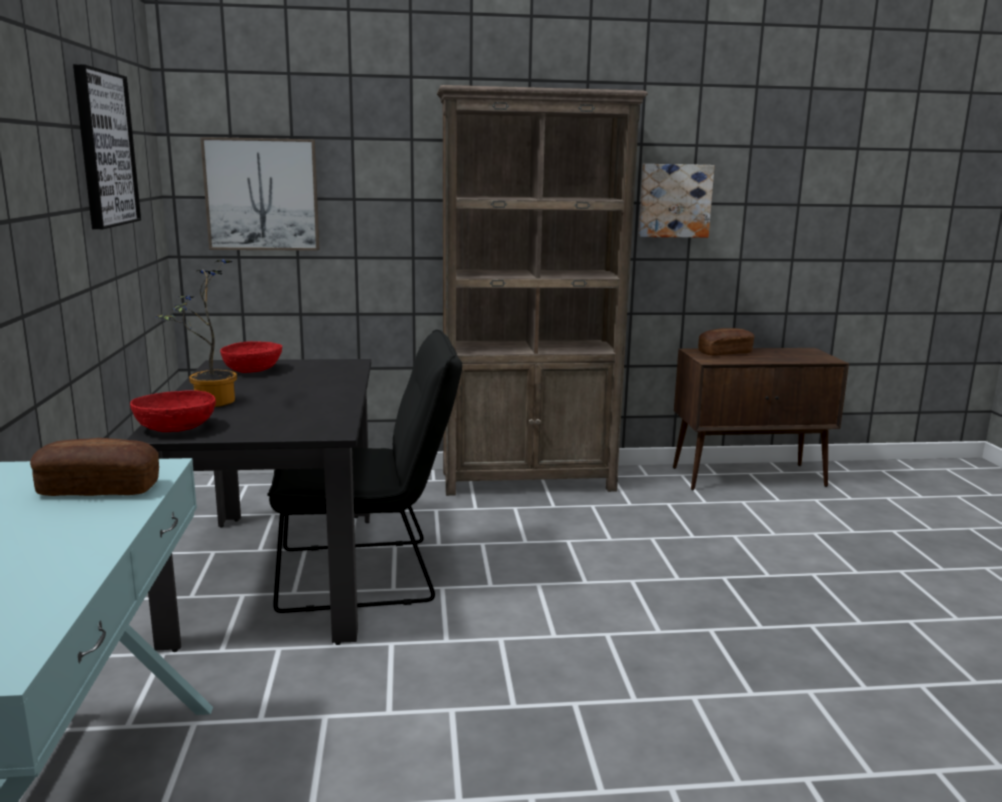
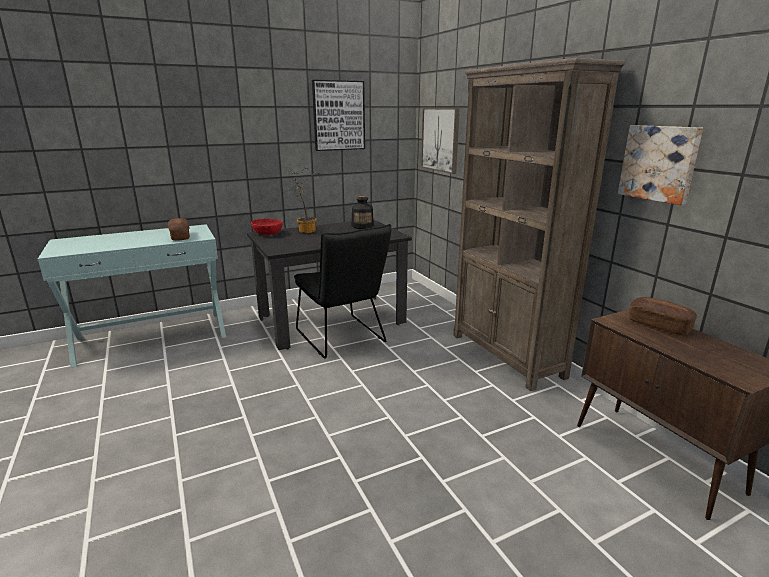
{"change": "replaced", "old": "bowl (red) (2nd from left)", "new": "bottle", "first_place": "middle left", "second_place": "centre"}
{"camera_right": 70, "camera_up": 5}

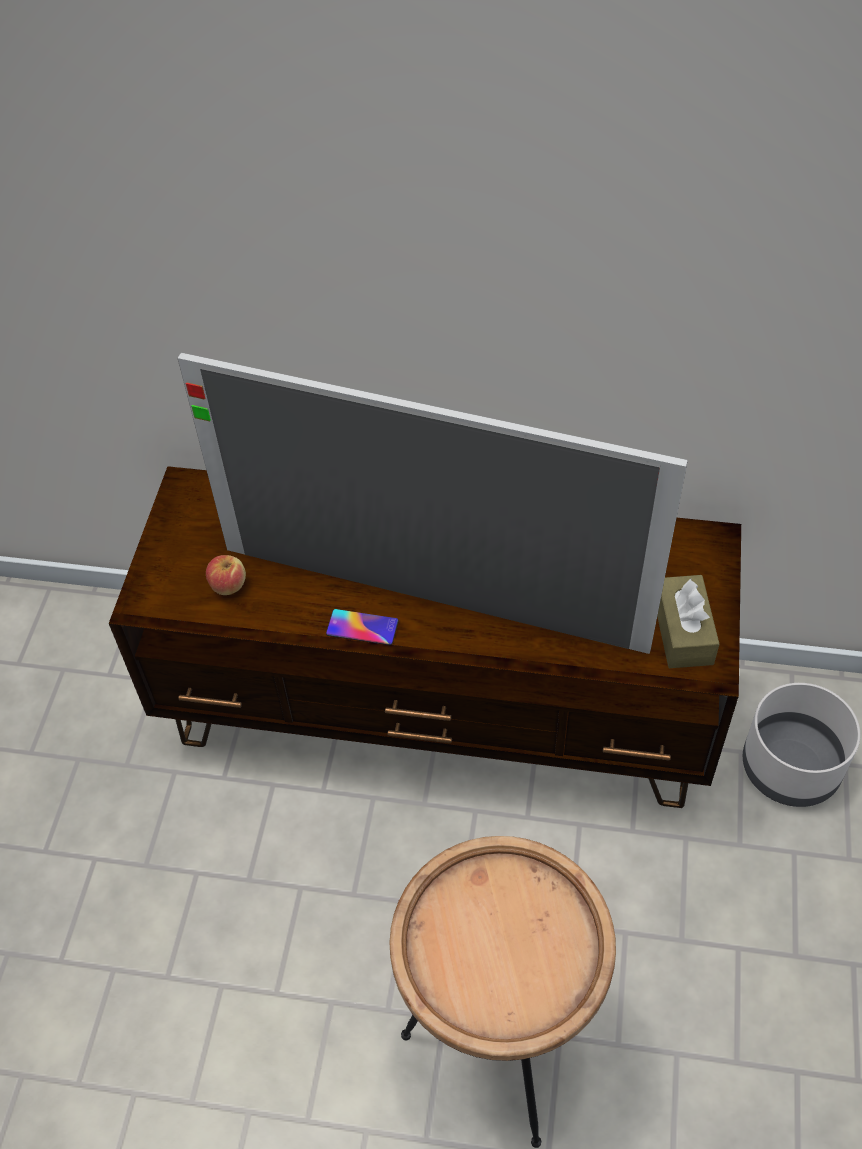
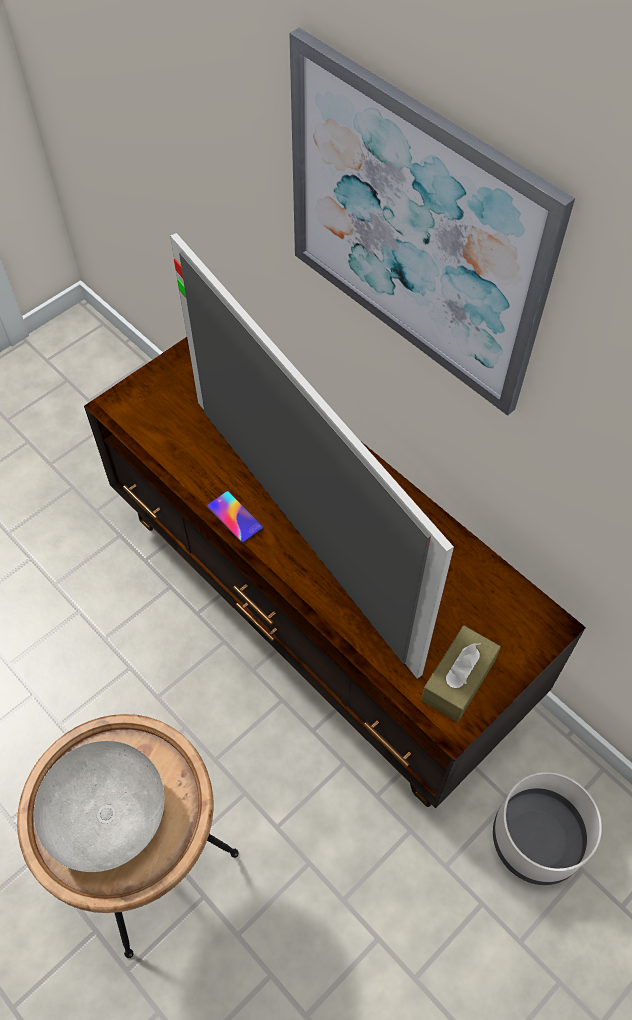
{"change": "removed", "old": "apple", "first_place": "middle left"}
{"change": "added", "new": "bowl (grey)", "second_place": "bottom left"}
{"change": "added", "new": "picture", "second_place": "top right"}
{"camera_right": 35, "camera_up": 5}

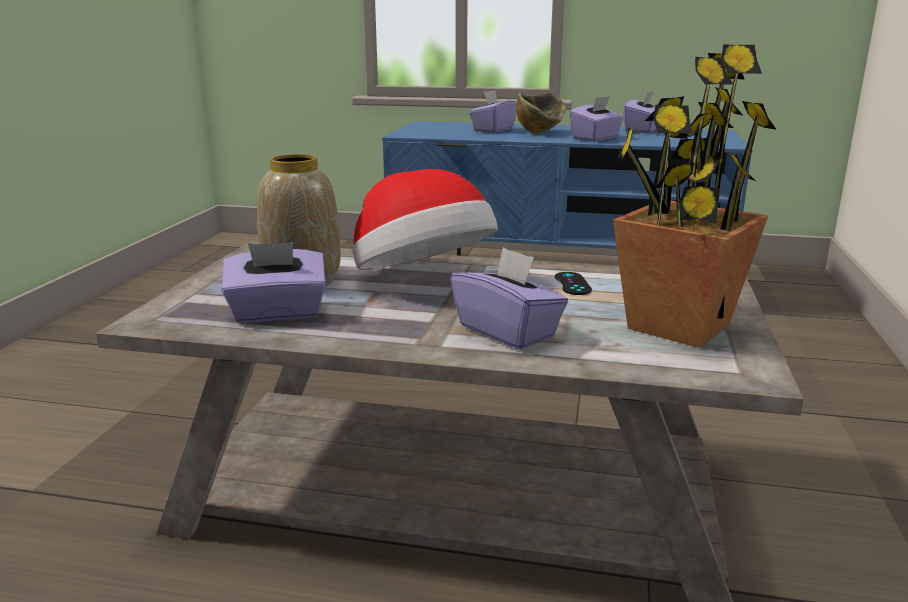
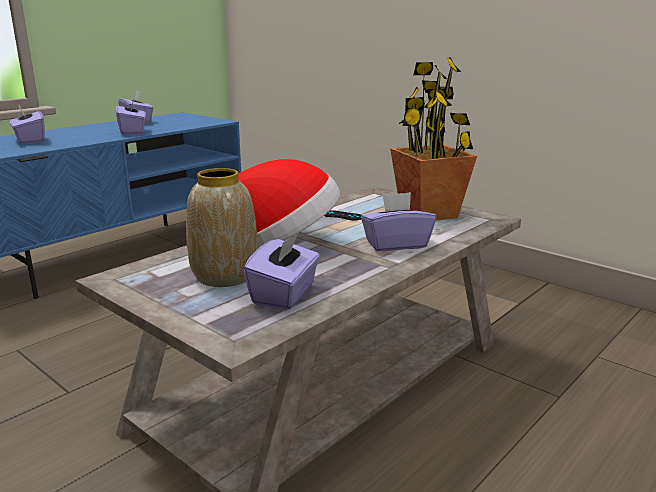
{"change": "removed", "old": "bowl", "first_place": "top centre"}
{"camera_right": -60, "camera_up": 0}

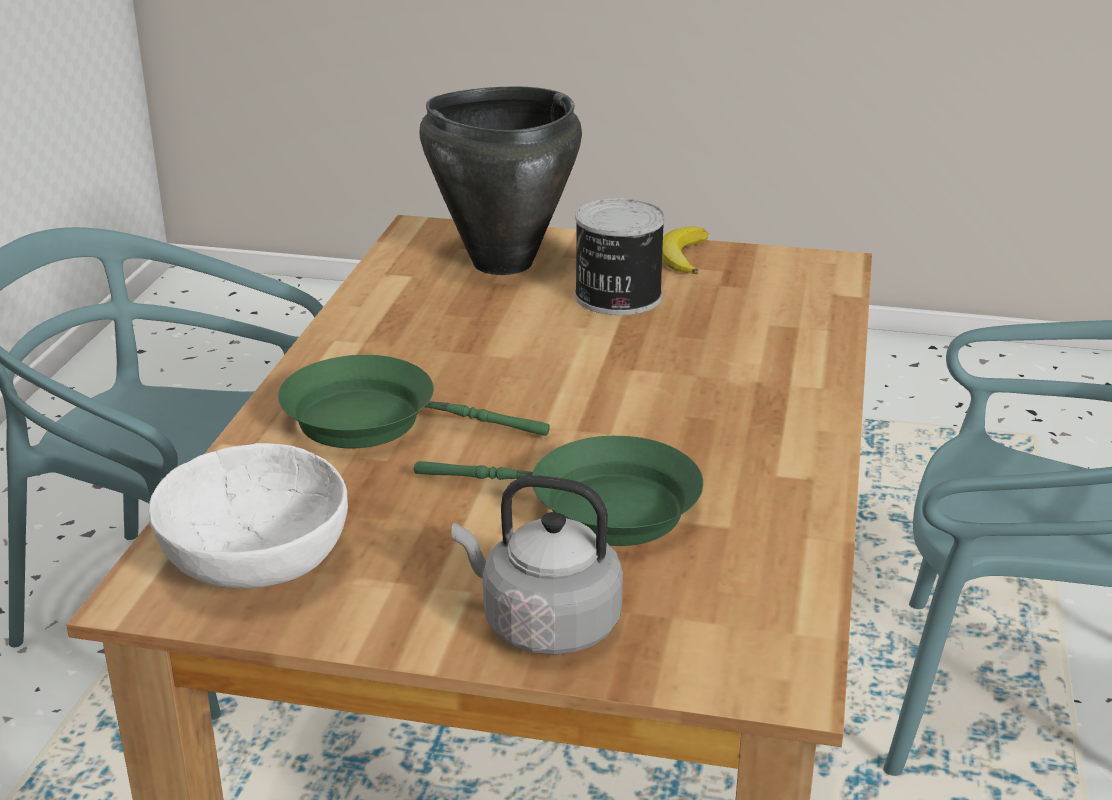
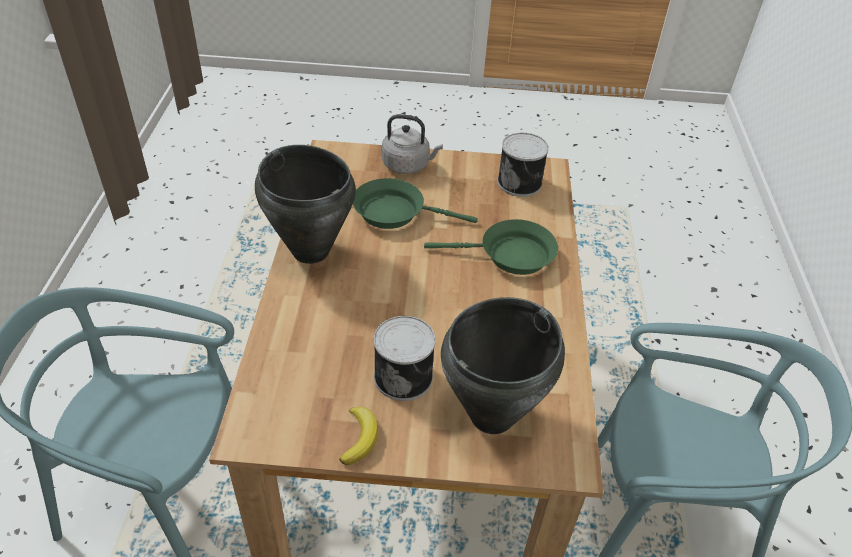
{"change": "replaced", "old": "bowl (white)", "new": "can (2nd from left)", "first_place": "middle left", "second_place": "top centre"}
{"change": "added", "new": "cooking pot (black) (1st from left)", "second_place": "centre"}
{"camera_right": 170, "camera_up": 15}

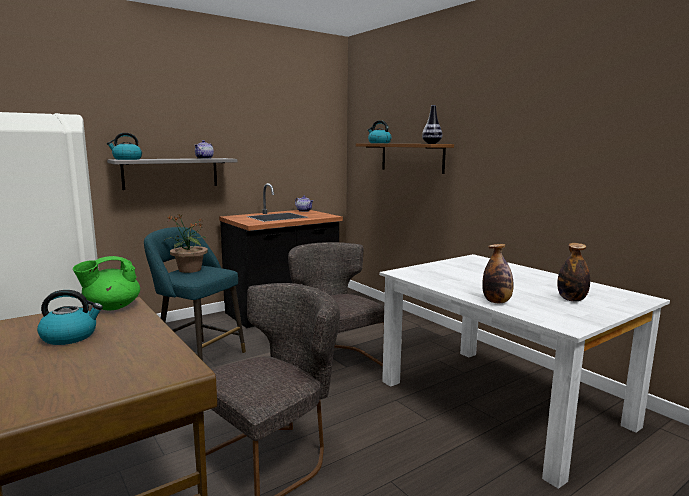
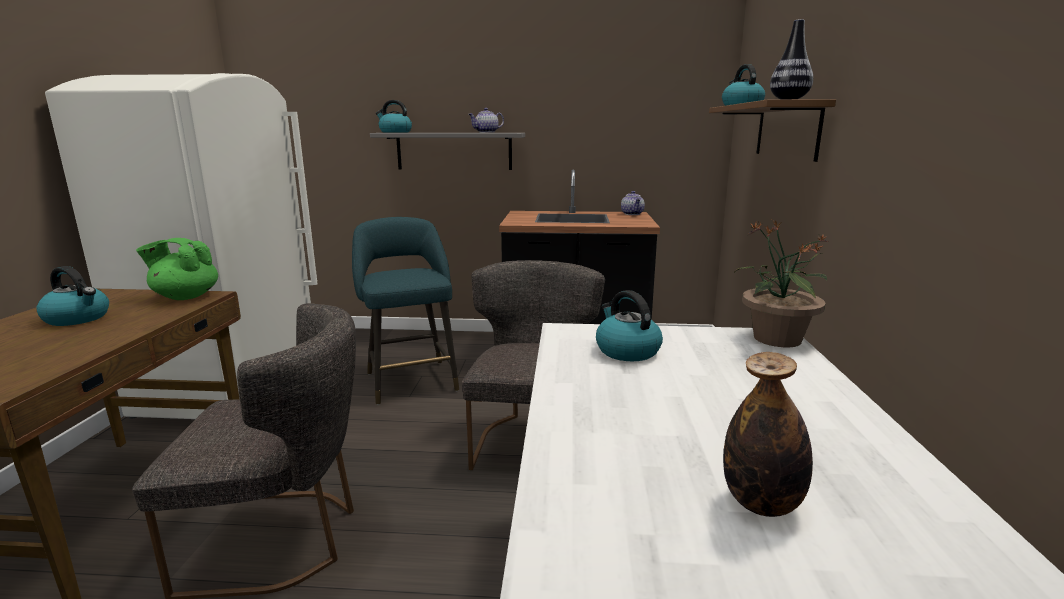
{"change": "moved", "old": "potted plant", "first_place": "middle left", "second_place": "middle right"}
{"change": "removed", "old": "bottle (1st from left)", "first_place": "middle right"}
{"change": "added", "new": "kettle (3rd from left)", "second_place": "centre"}
{"camera_right": 40, "camera_up": 5}

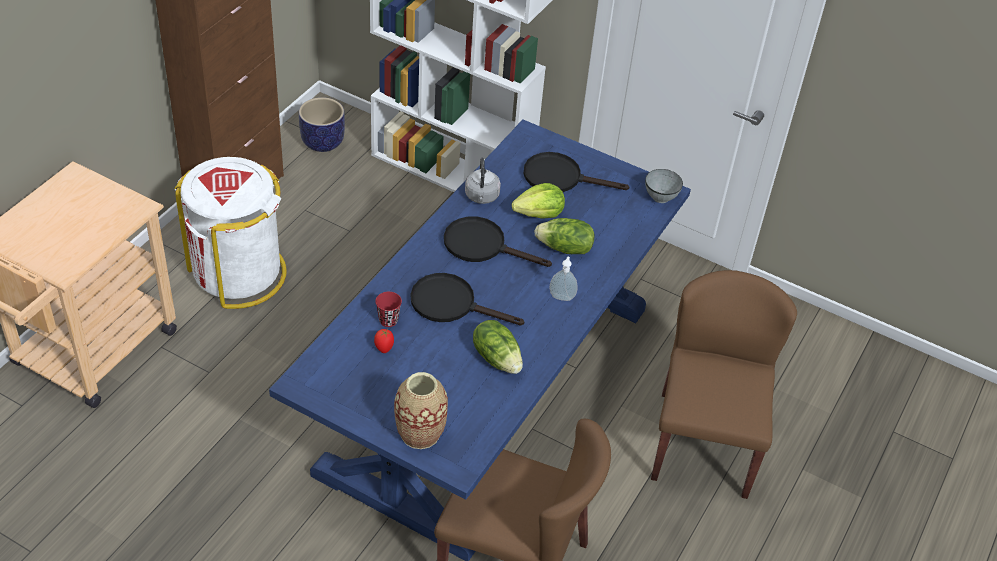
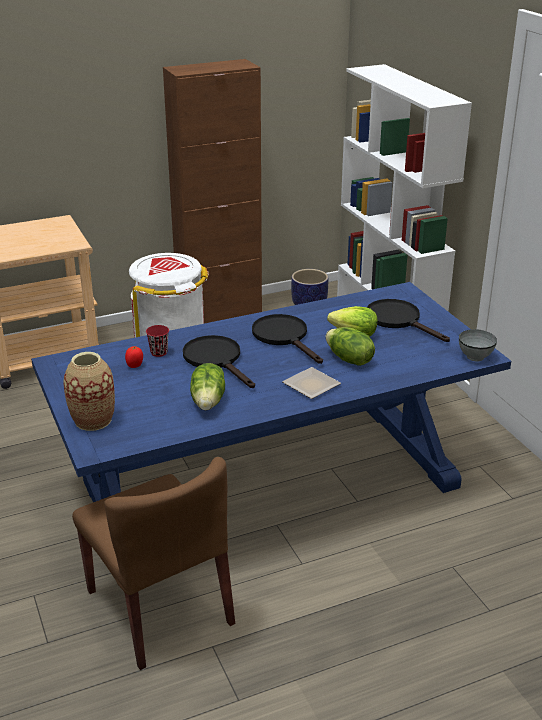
{"change": "removed", "old": "kettle (grey)", "first_place": "top centre"}
{"change": "replaced", "old": "soap dispenser", "new": "plate", "first_place": "centre", "second_place": "centre"}
{"change": "removed", "old": "chair (brown) (2nd from left)", "first_place": "bottom right"}
{"camera_right": 40, "camera_up": -15}

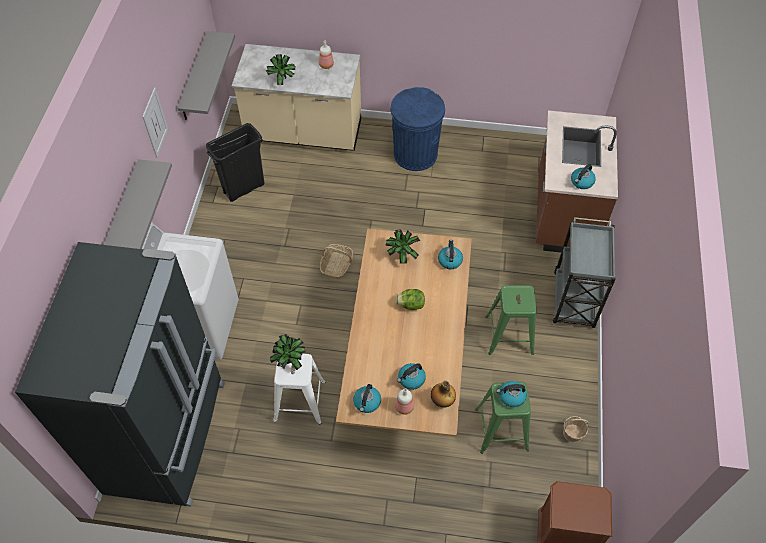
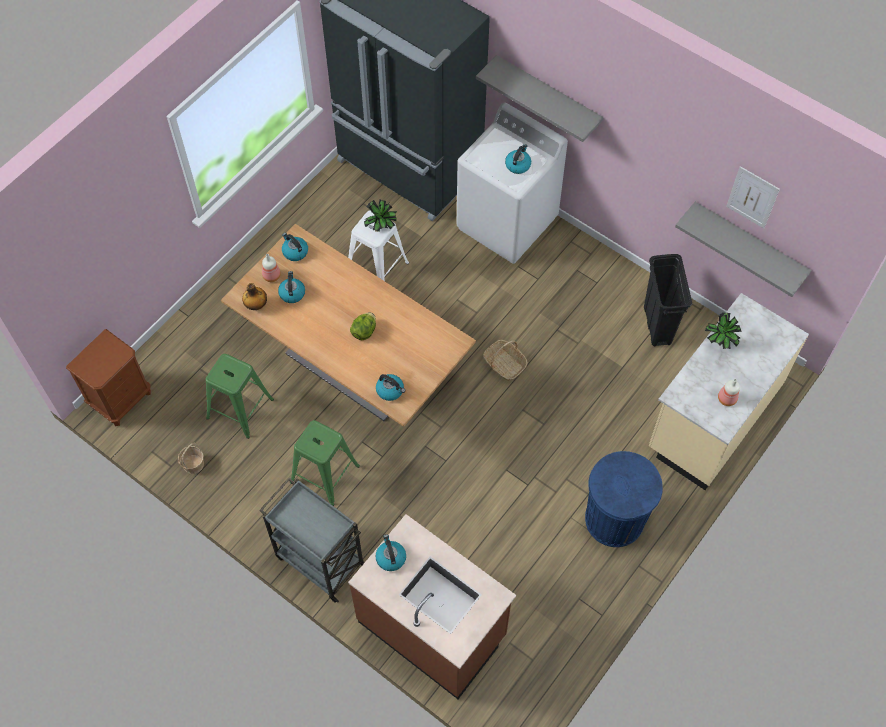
{"change": "moved", "old": "picture", "first_place": "top left", "second_place": "top right"}
{"change": "removed", "old": "potted plant (3rd from left)", "first_place": "centre"}
{"change": "moved", "old": "kettle (4th from left in the first image)", "new": "kettle (5th from left)", "first_place": "bottom right", "second_place": "top centre"}
{"camera_right": 120, "camera_up": 5}

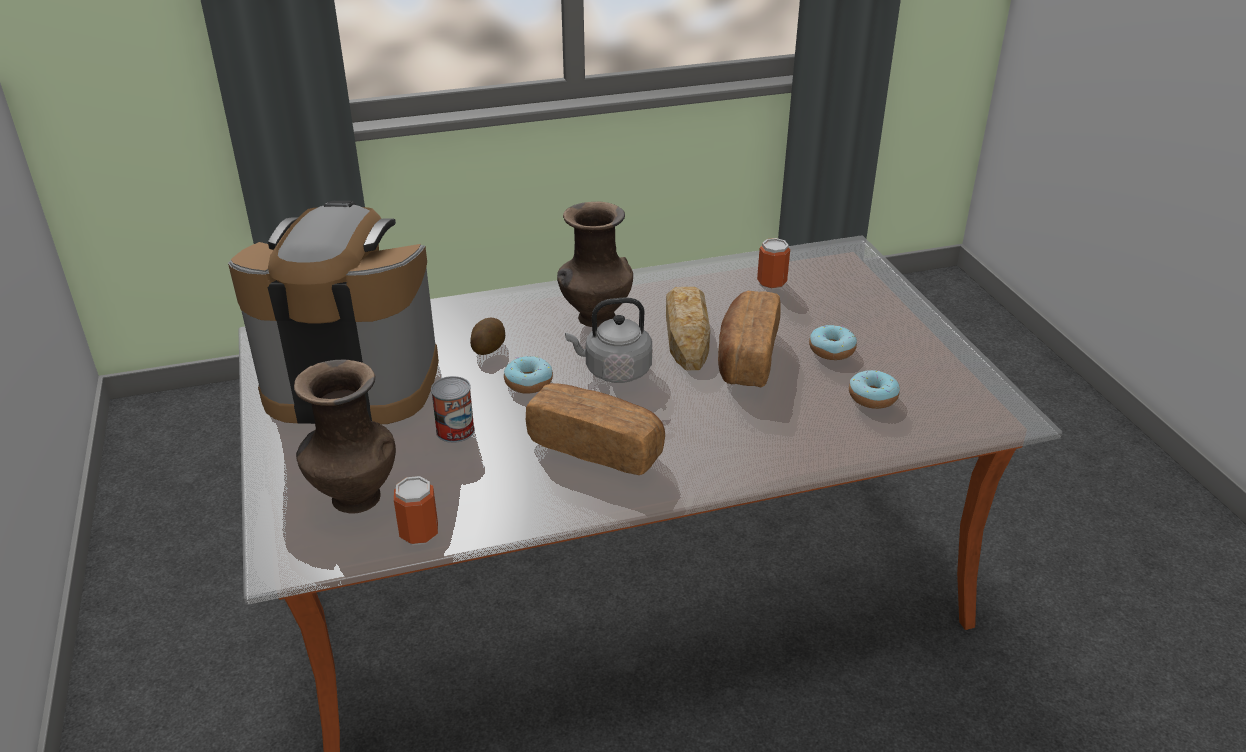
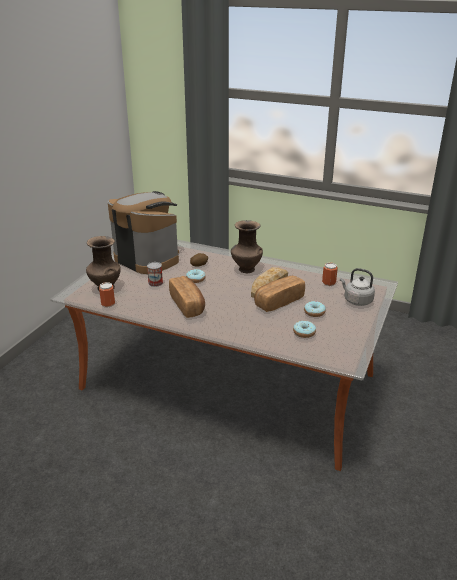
{"change": "moved", "old": "kettle (grey)", "first_place": "centre", "second_place": "middle right"}
{"camera_right": 40, "camera_up": -5}

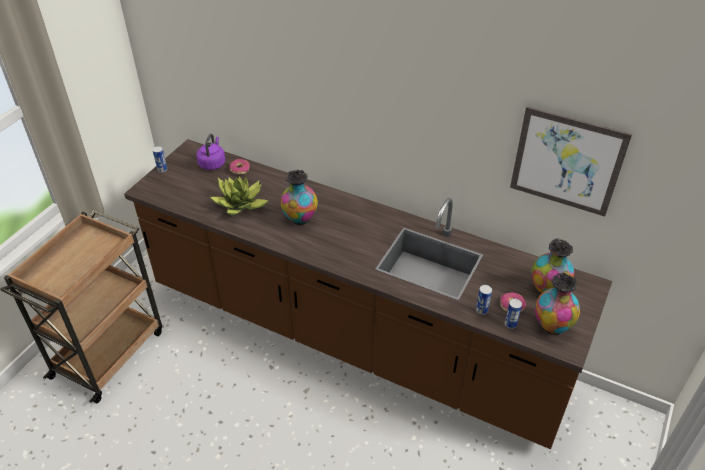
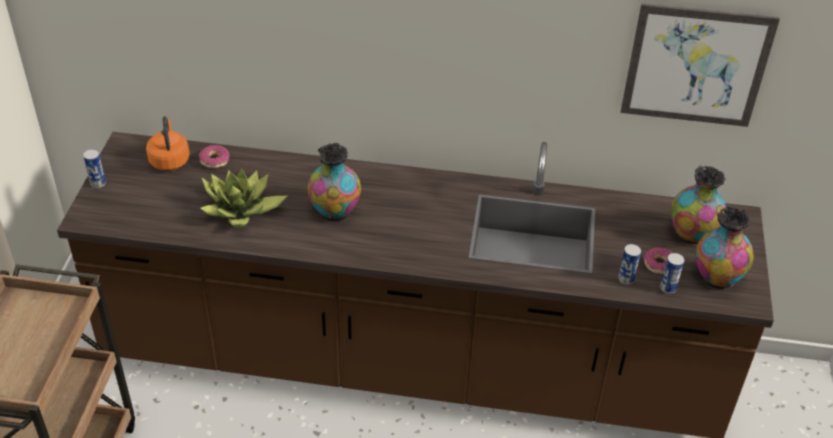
{"change": "recoloured", "old": "kettle (purple)", "new": "kettle (orange)", "first_place": "top left", "second_place": "top left"}
{"camera_right": -20, "camera_up": 0}

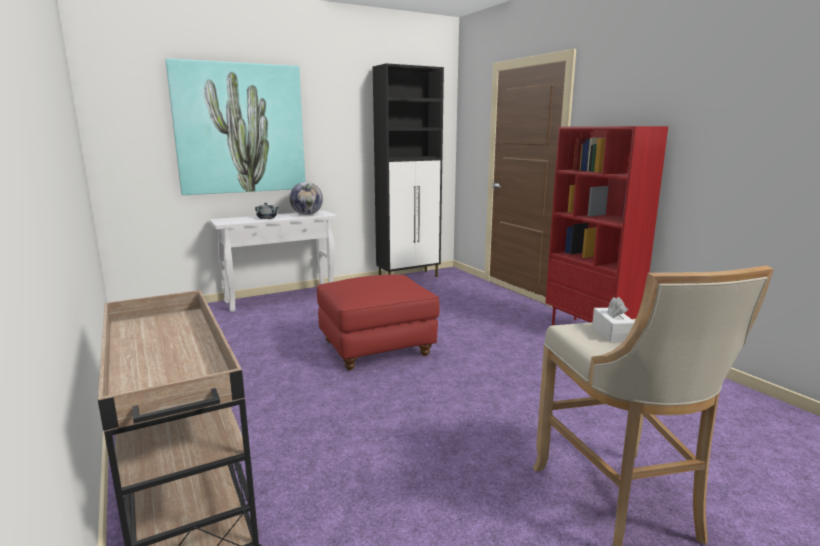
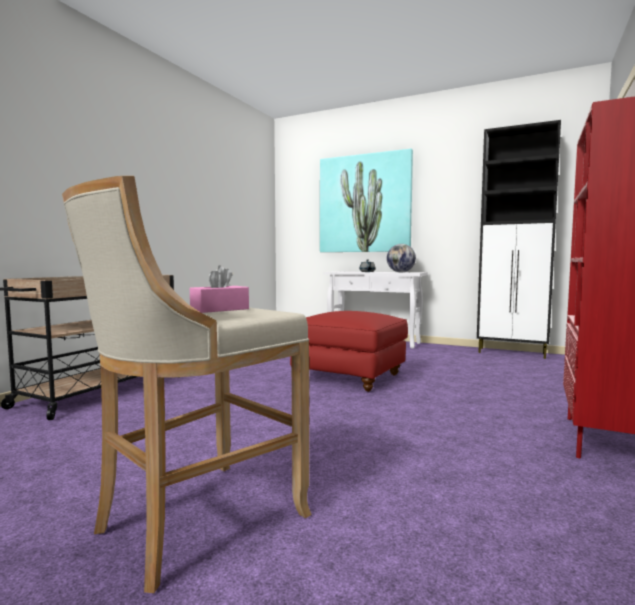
{"change": "recoloured", "old": "tissue box (white)", "new": "tissue box (pink)", "first_place": "middle right", "second_place": "centre"}
{"camera_right": 55, "camera_up": -10}

